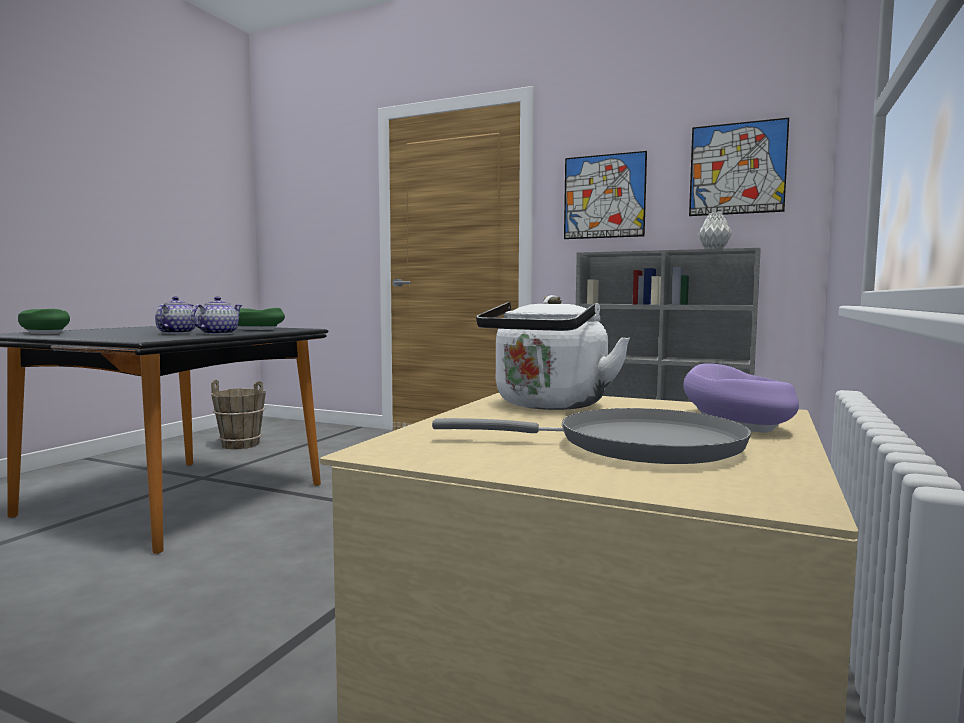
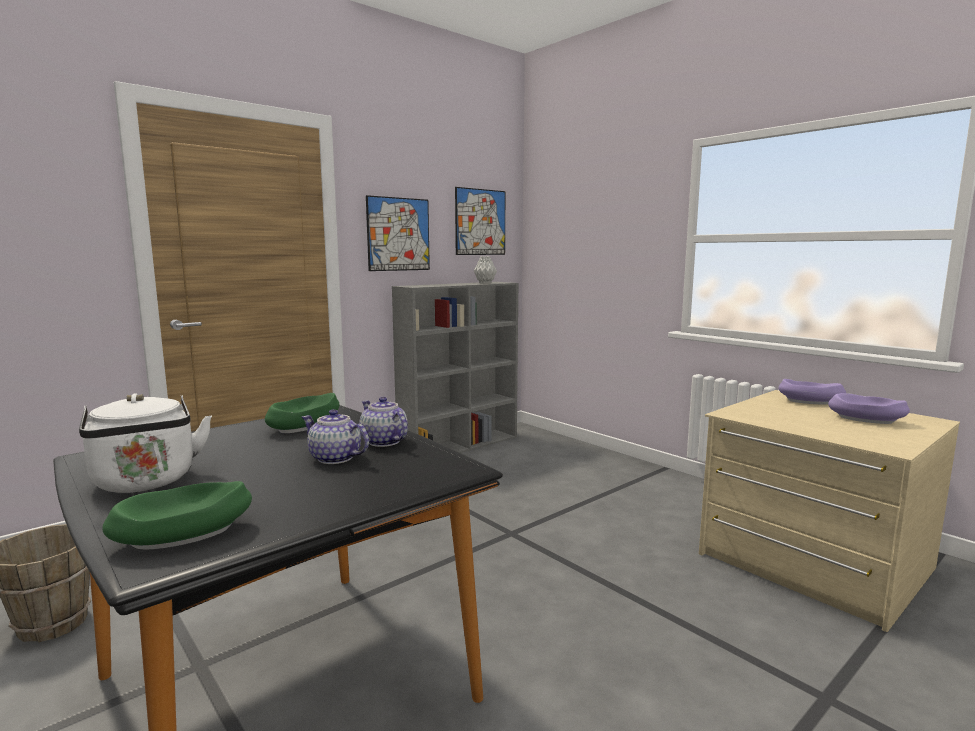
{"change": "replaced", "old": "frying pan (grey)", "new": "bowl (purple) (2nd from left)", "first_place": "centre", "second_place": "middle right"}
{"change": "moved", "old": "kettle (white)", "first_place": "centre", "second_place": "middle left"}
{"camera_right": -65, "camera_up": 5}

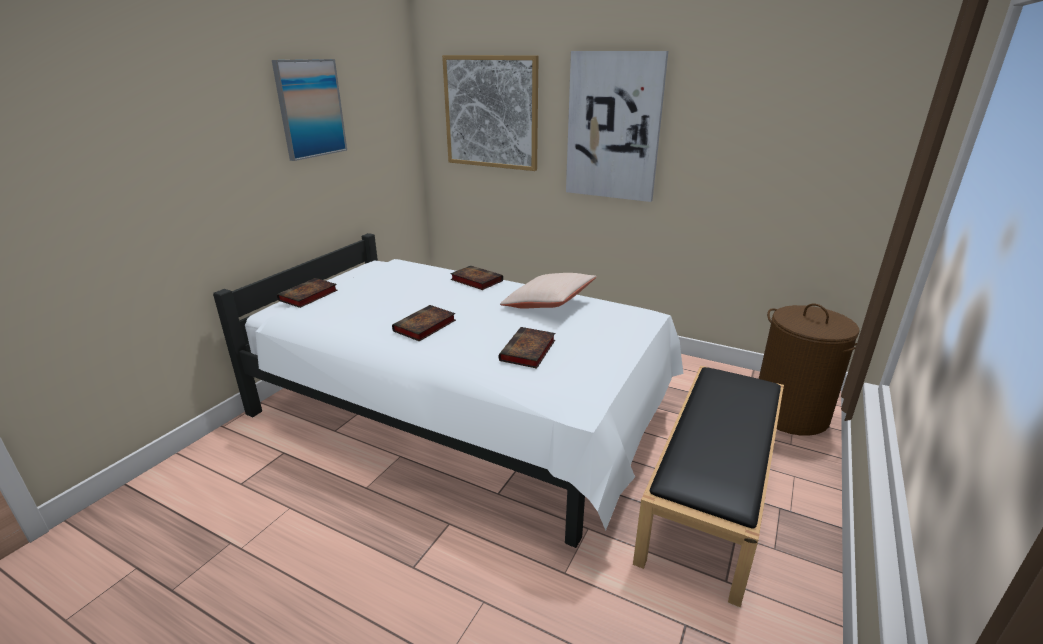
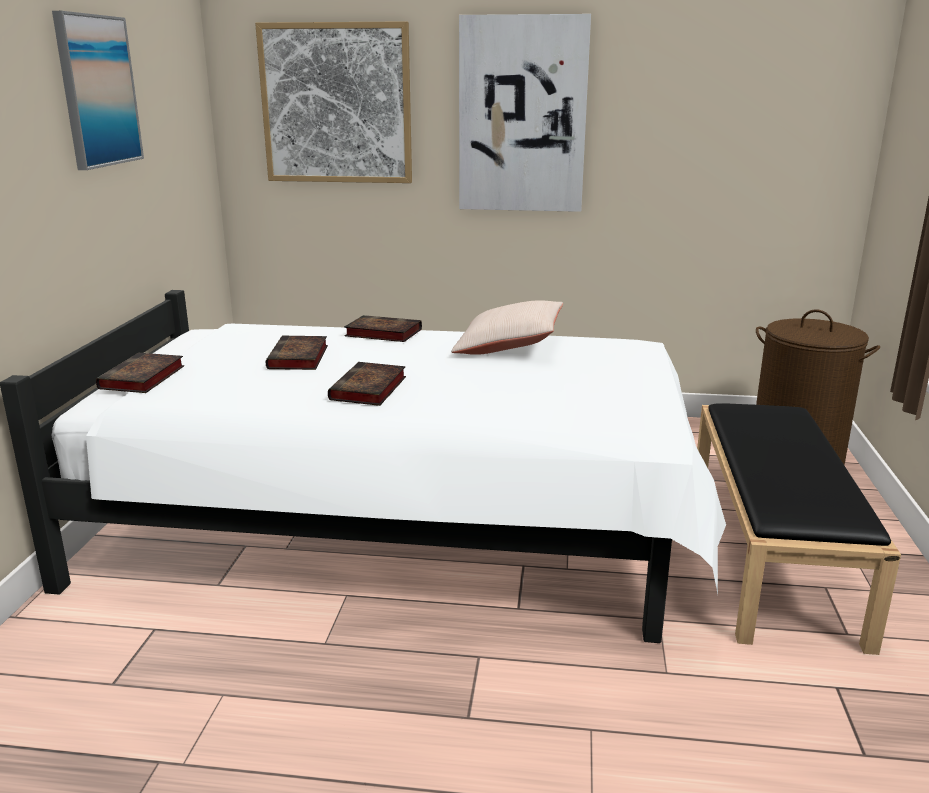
{"change": "moved", "old": "book (4th from left in the first image)", "new": "book (2nd from left)", "first_place": "centre", "second_place": "middle left"}
{"camera_right": -20, "camera_up": -5}

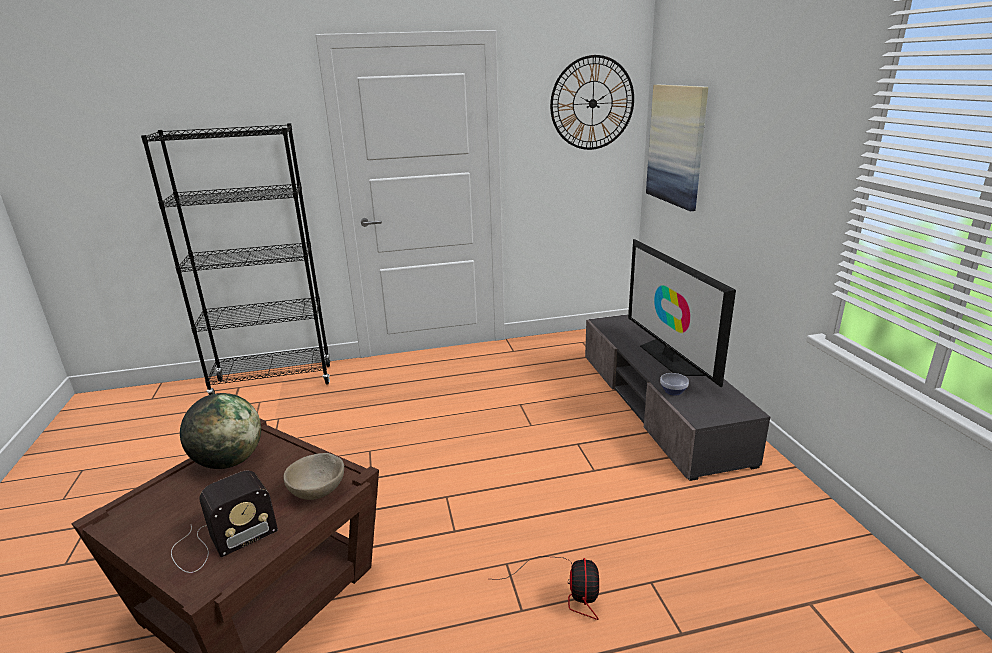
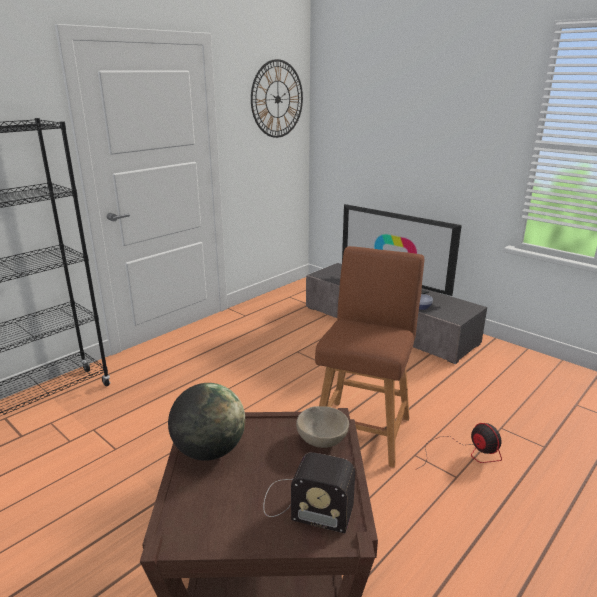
{"change": "turned", "old": "radio", "first_place": "bottom left", "second_place": "bottom centre", "degrees": 90}
{"change": "removed", "old": "picture", "first_place": "top right"}
{"change": "added", "new": "stool (brown)", "second_place": "centre"}
{"camera_right": -35, "camera_up": 0}

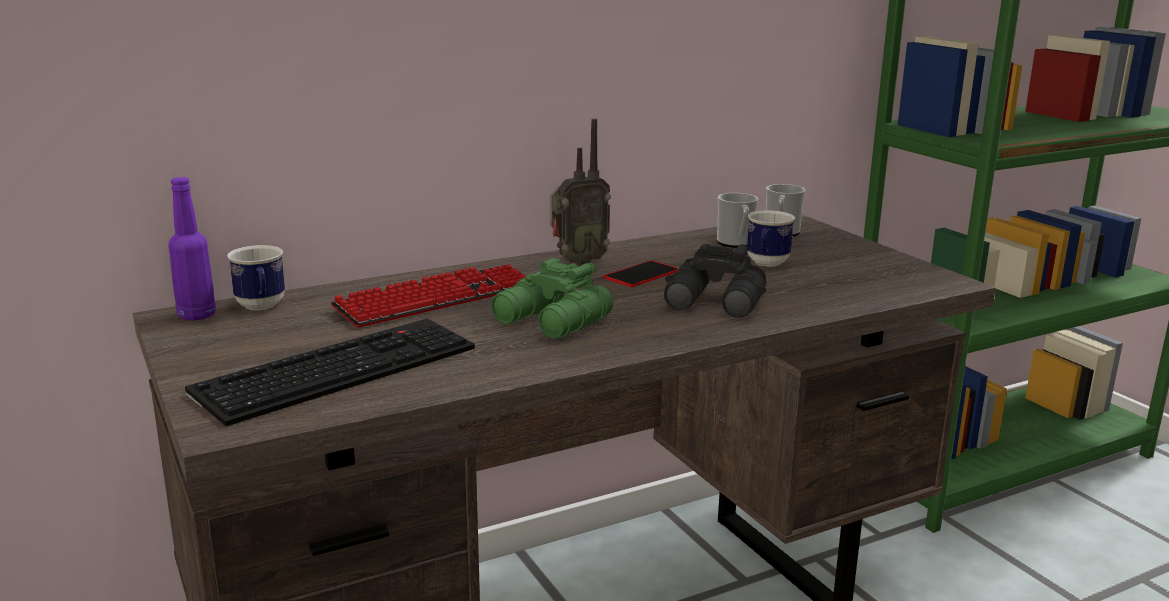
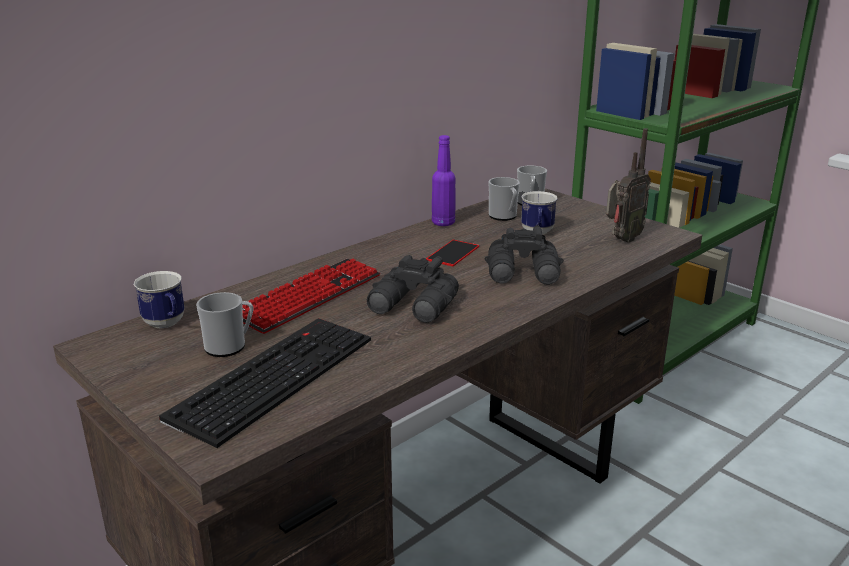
{"change": "moved", "old": "bottle (purple)", "first_place": "middle left", "second_place": "top centre"}
{"change": "recoloured", "old": "binoculars (green)", "new": "binoculars (black) (1st from left)", "first_place": "centre", "second_place": "centre"}
{"change": "moved", "old": "radio", "first_place": "top centre", "second_place": "top right"}
{"change": "added", "new": "mug (2nd from left)", "second_place": "middle left"}
{"camera_right": -15, "camera_up": 5}

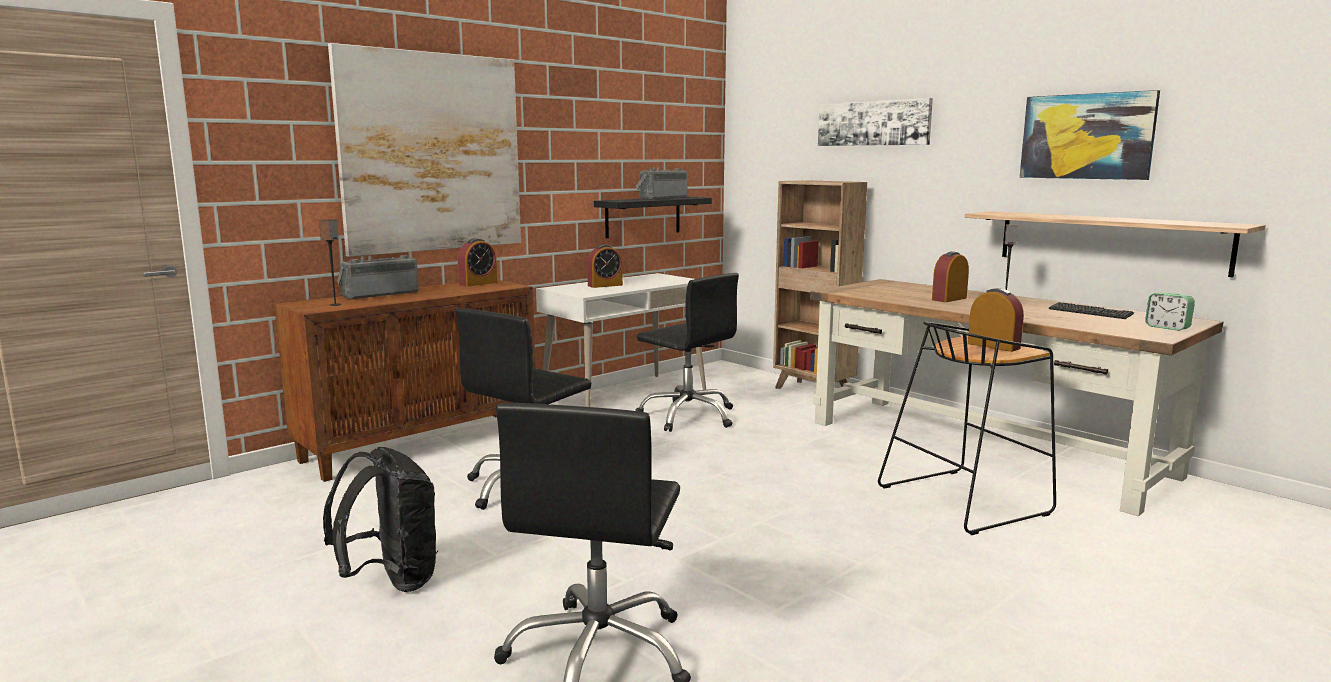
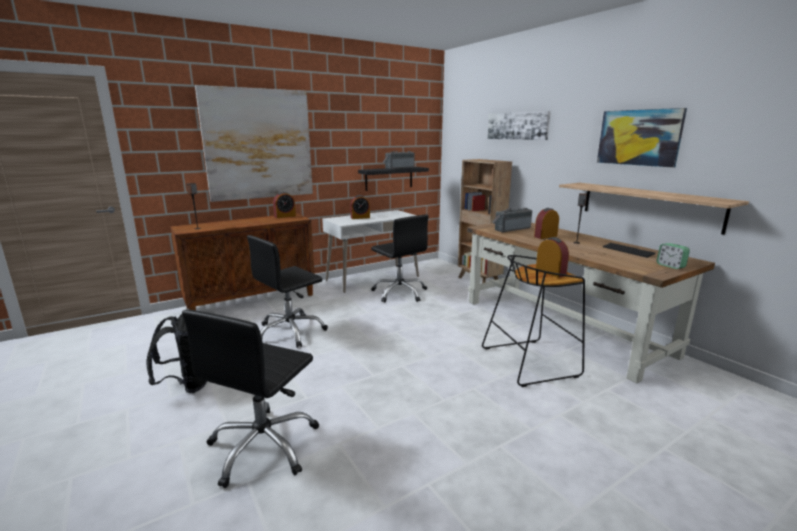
{"change": "moved", "old": "radio (1st from left in the first image)", "new": "radio (2nd from left)", "first_place": "middle left", "second_place": "centre"}
{"camera_right": 10, "camera_up": 5}

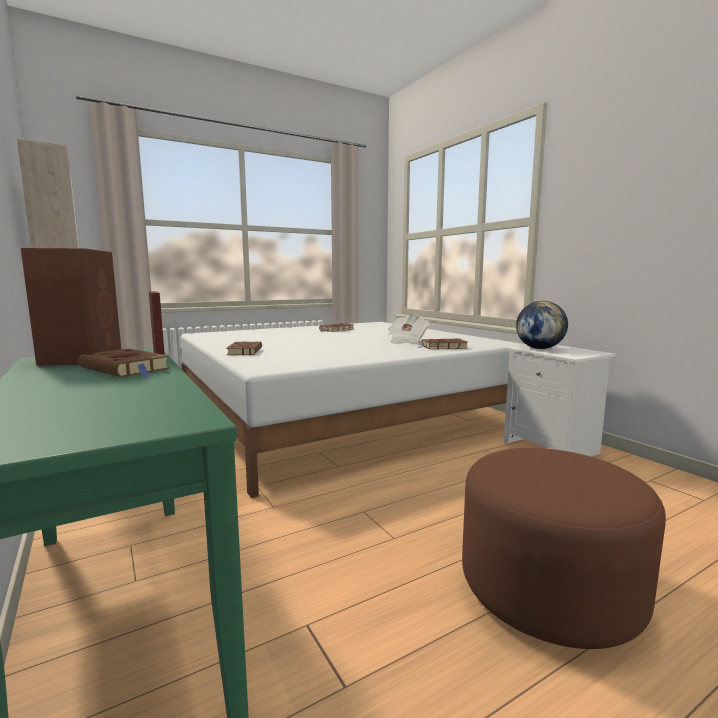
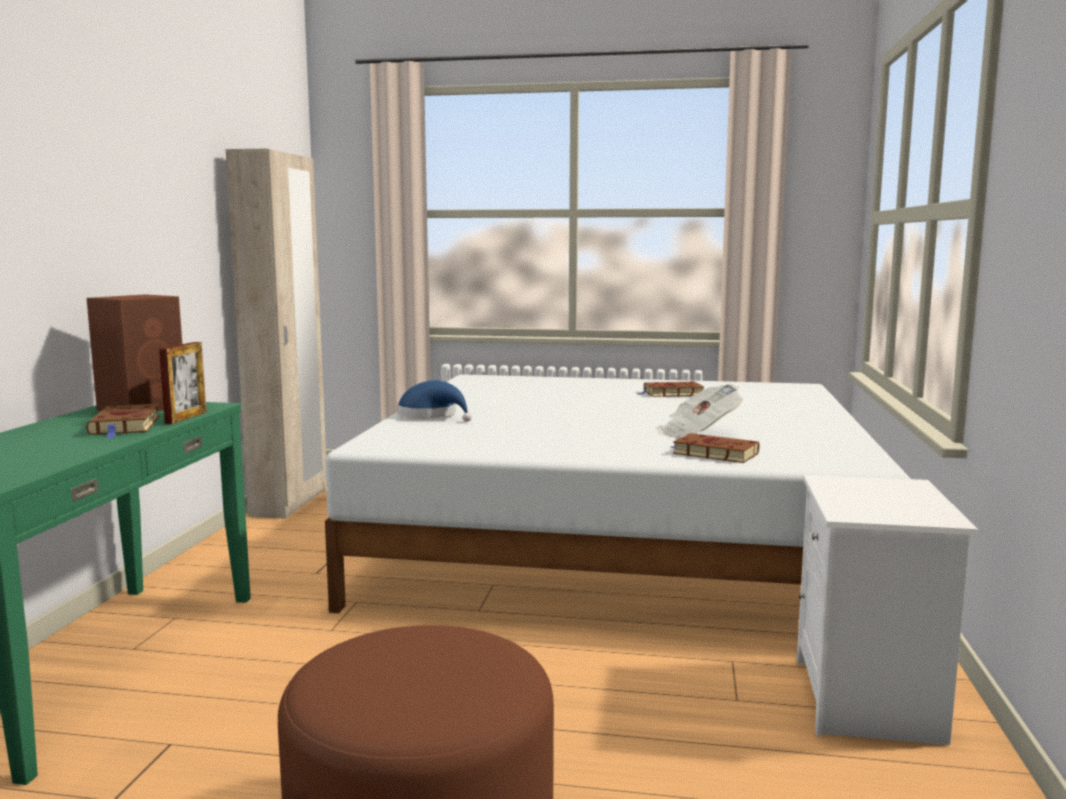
{"change": "replaced", "old": "book (brown) (2nd from left)", "new": "hat (blue)", "first_place": "centre", "second_place": "centre"}
{"change": "removed", "old": "globe", "first_place": "middle right"}
{"camera_right": 40, "camera_up": 0}

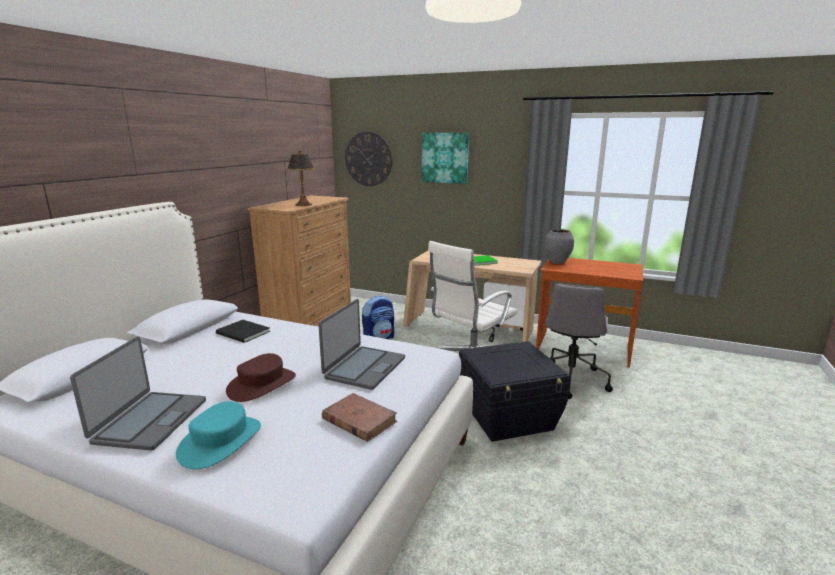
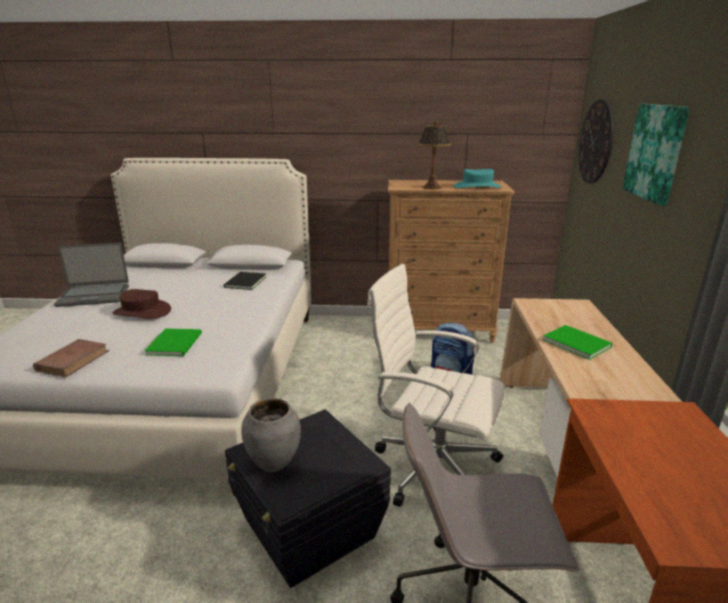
{"change": "moved", "old": "hat (turquoise)", "first_place": "bottom left", "second_place": "top centre"}
{"change": "replaced", "old": "laptop (2nd from left)", "new": "book (green) (1st from left)", "first_place": "centre", "second_place": "middle left"}
{"change": "moved", "old": "vase (grey)", "first_place": "middle right", "second_place": "bottom centre"}
{"camera_right": 70, "camera_up": 5}

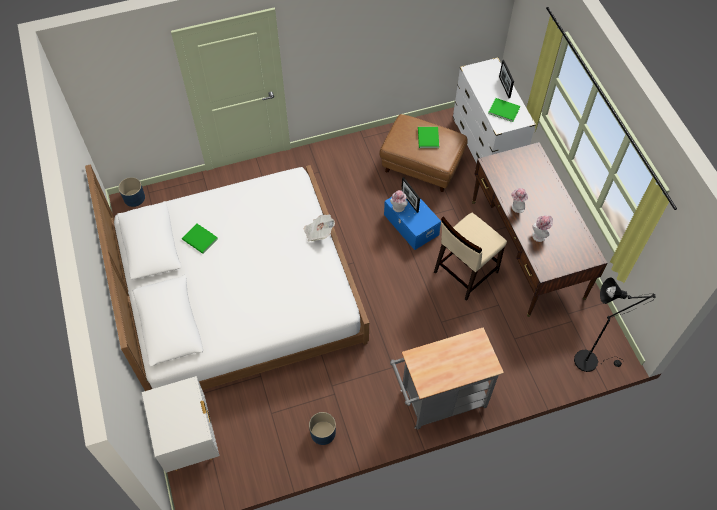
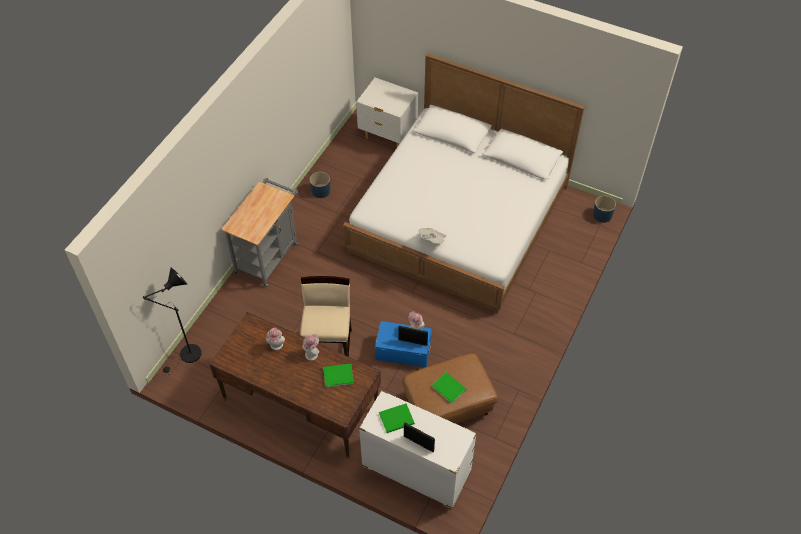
{"change": "moved", "old": "book (green) (1st from left)", "first_place": "middle left", "second_place": "bottom centre"}
{"camera_right": 135, "camera_up": -5}

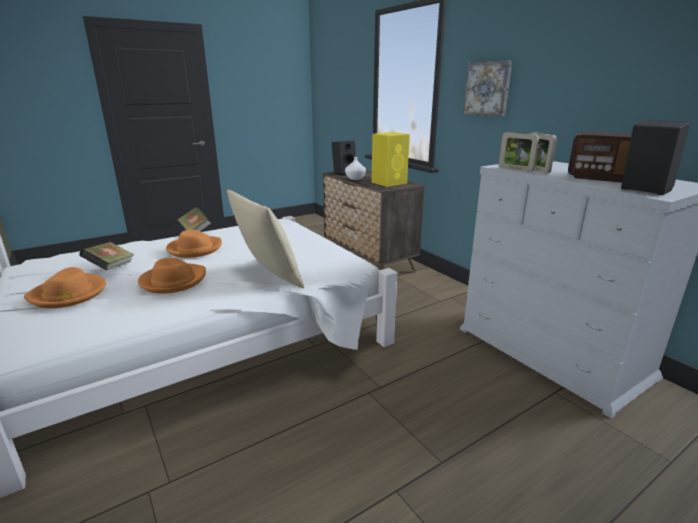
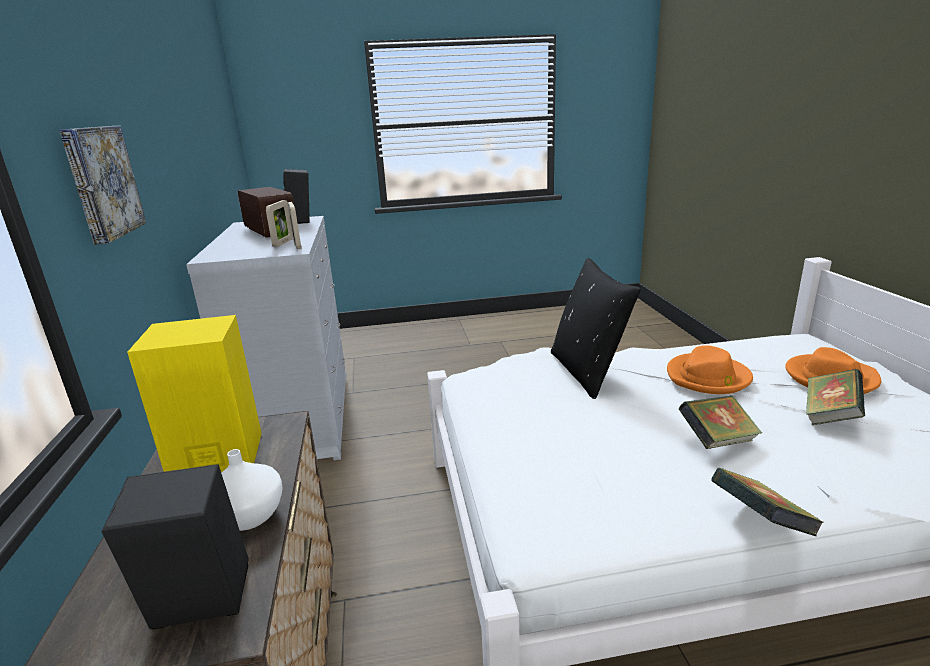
{"change": "replaced", "old": "hat (orange) (3rd from left)", "new": "book (1st from left)", "first_place": "middle left", "second_place": "middle right"}
{"change": "recoloured", "old": "pillow (beige)", "new": "pillow (black)", "first_place": "centre", "second_place": "centre"}
{"camera_right": -155, "camera_up": 0}

